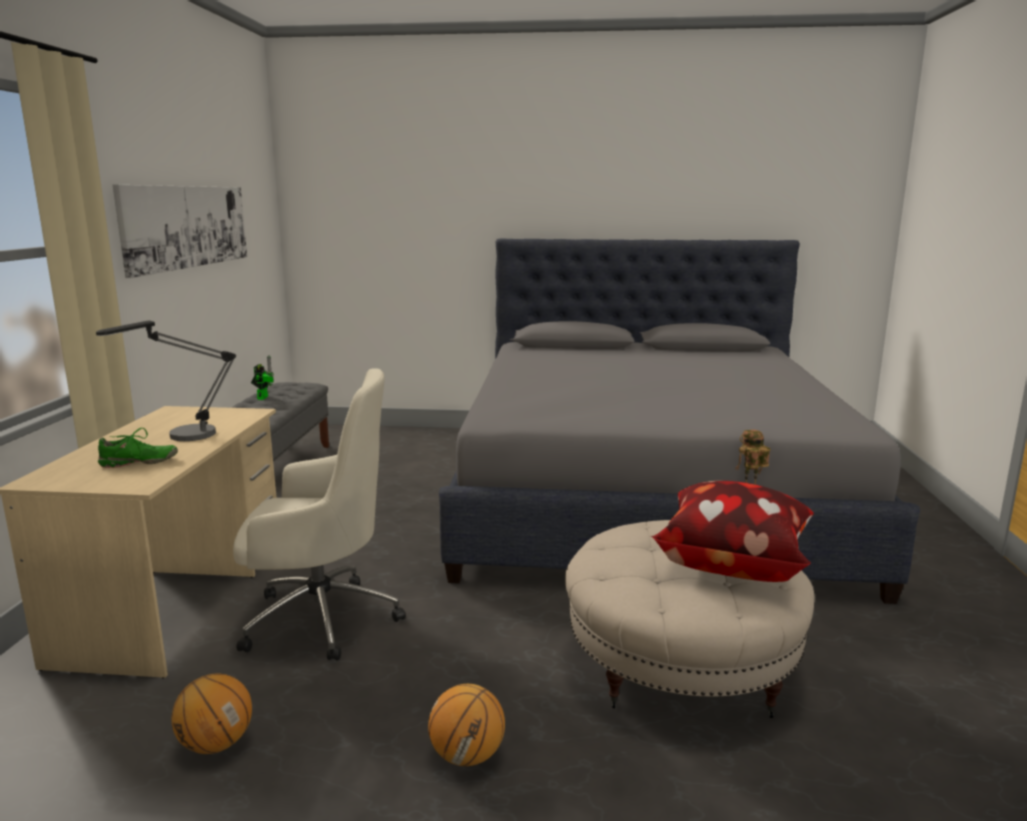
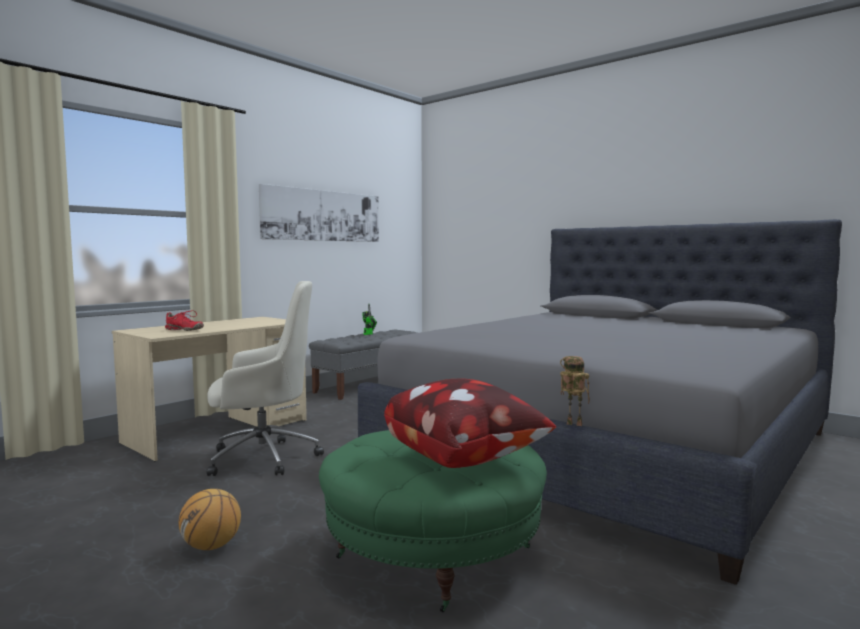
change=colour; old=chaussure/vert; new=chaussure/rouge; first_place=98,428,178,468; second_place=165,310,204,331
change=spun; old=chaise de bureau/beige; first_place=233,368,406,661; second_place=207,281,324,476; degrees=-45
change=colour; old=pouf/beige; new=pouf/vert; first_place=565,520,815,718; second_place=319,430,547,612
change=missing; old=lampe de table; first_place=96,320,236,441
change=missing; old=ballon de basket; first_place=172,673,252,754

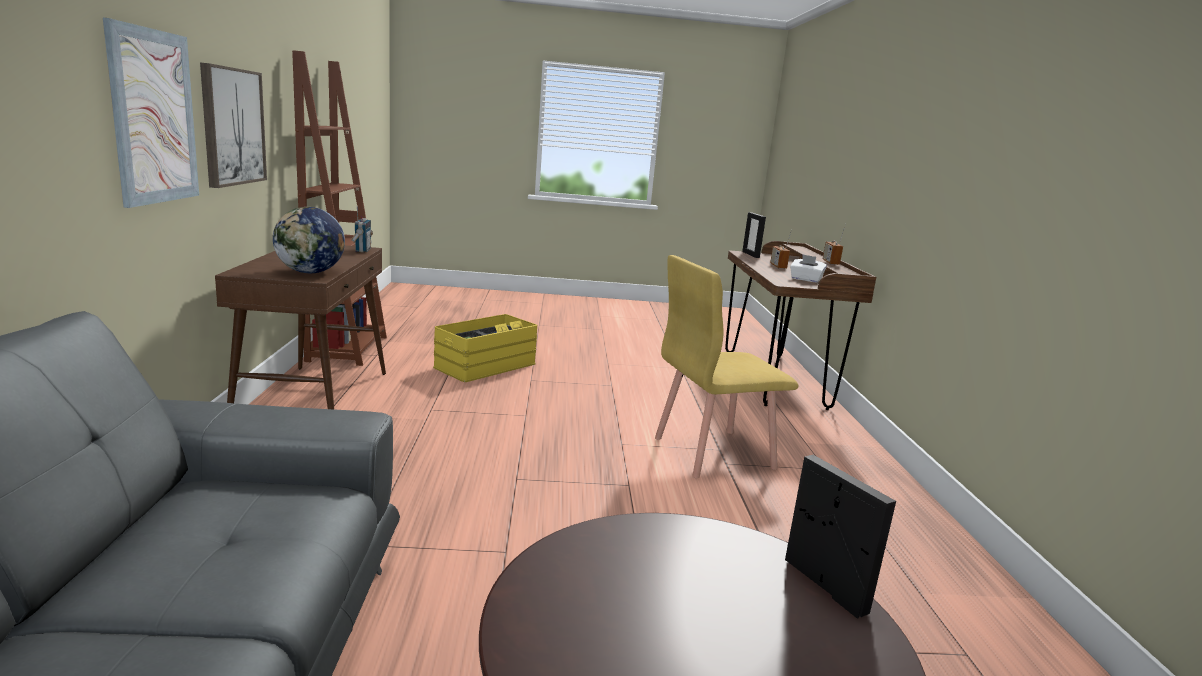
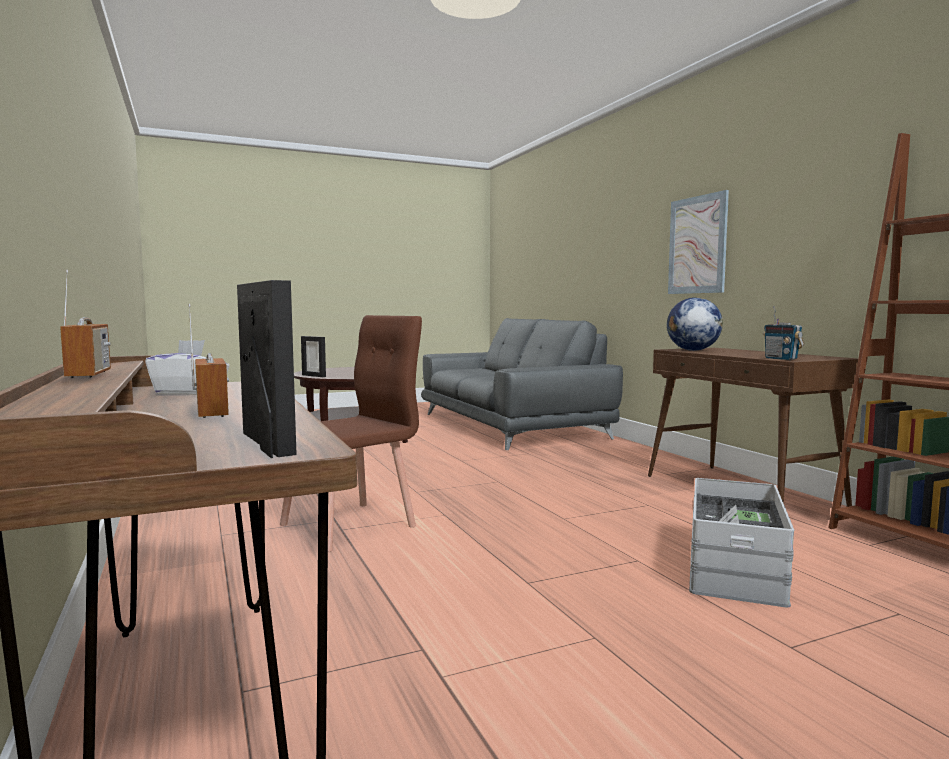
change=colour; old=chaise/jaune; new=chaise/marron; first_place=655,255,799,478; second_place=280,315,422,552
change=colour; old=boîte de rangement/jaune; new=boîte de rangement/gris; first_place=433,314,537,382; second_place=689,478,794,607
change=missing; old=tableau; first_place=200,62,267,188

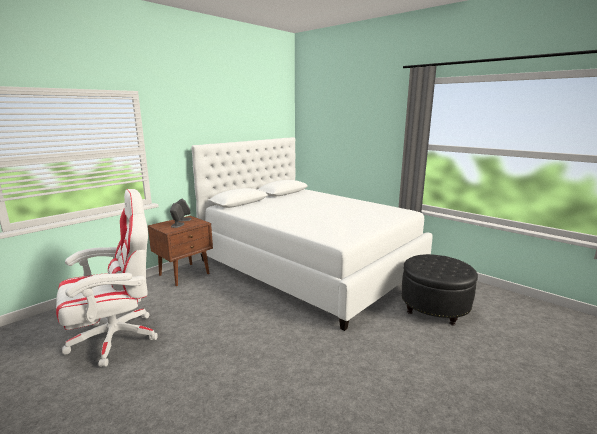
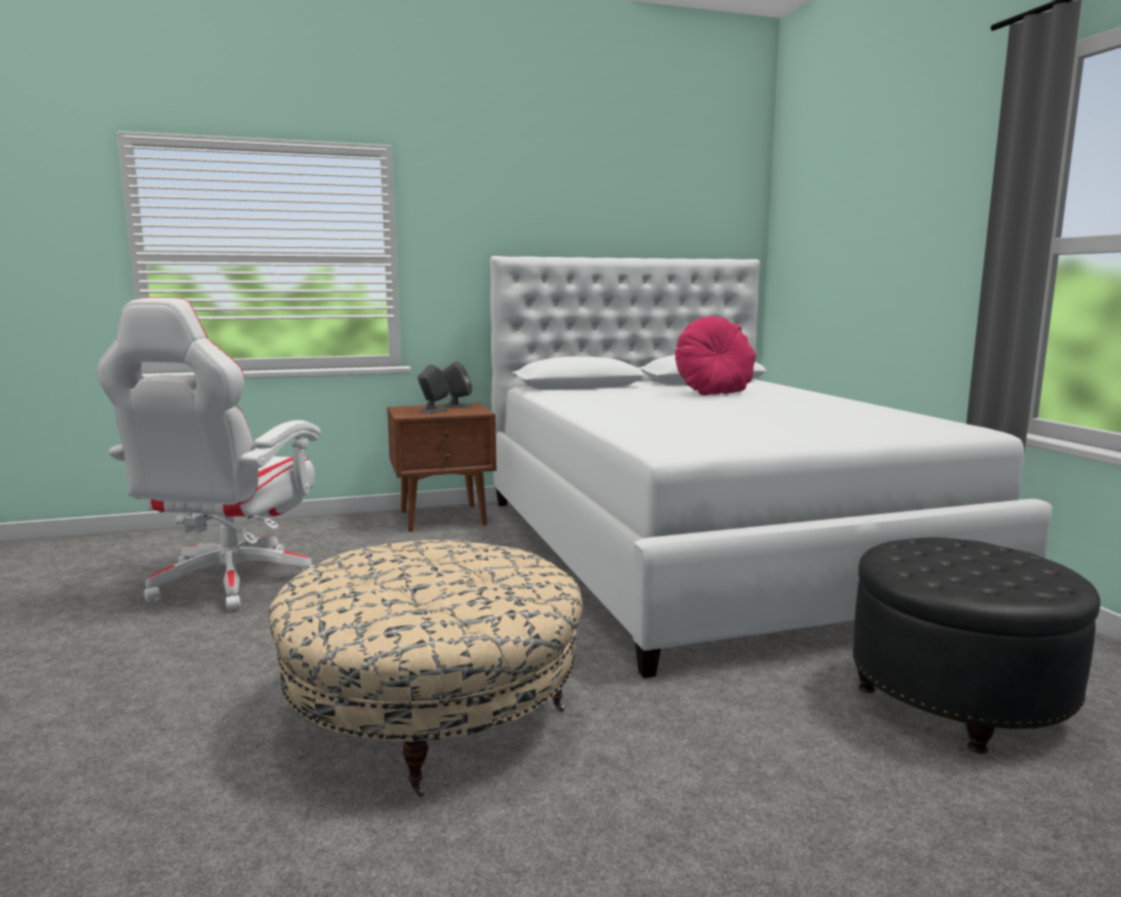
change=spun; old=chaise de bureau/blanc; first_place=56,189,158,367; second_place=97,297,321,611; degrees=105
change=appeared; new=pouf/beige; second_place=268,540,583,797
change=appeared; new=coussin/rose; second_place=675,316,756,395

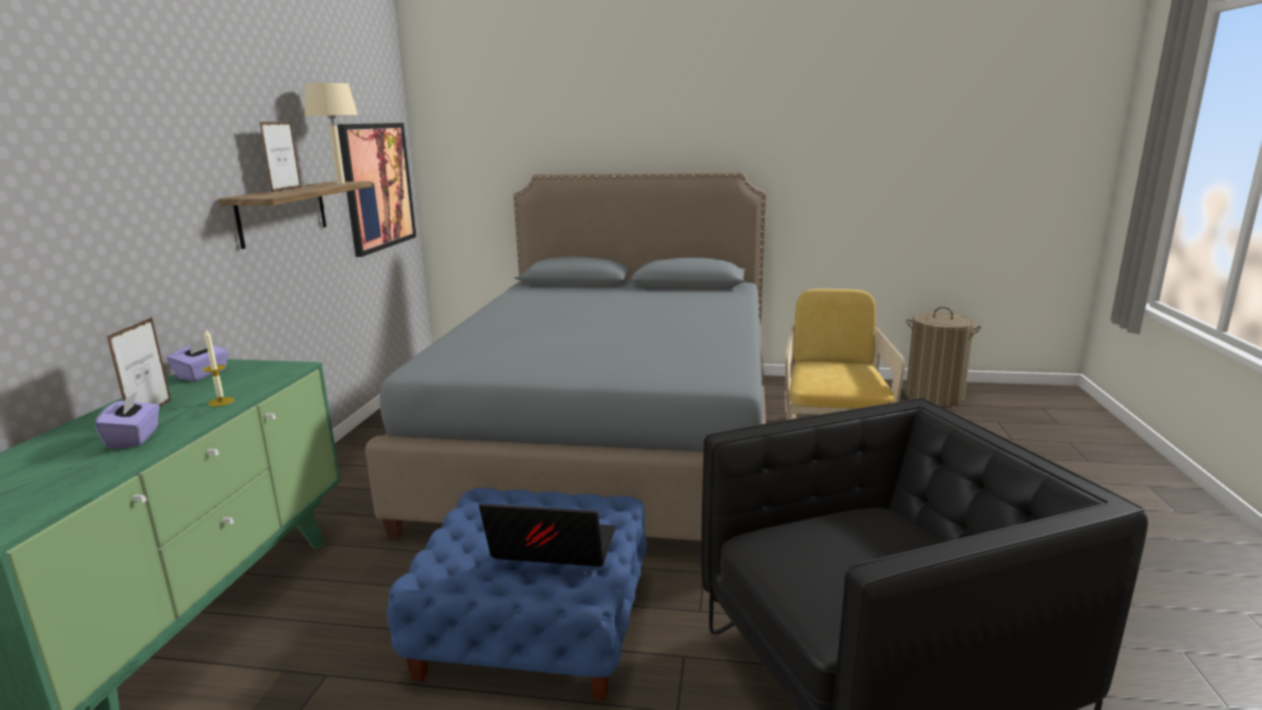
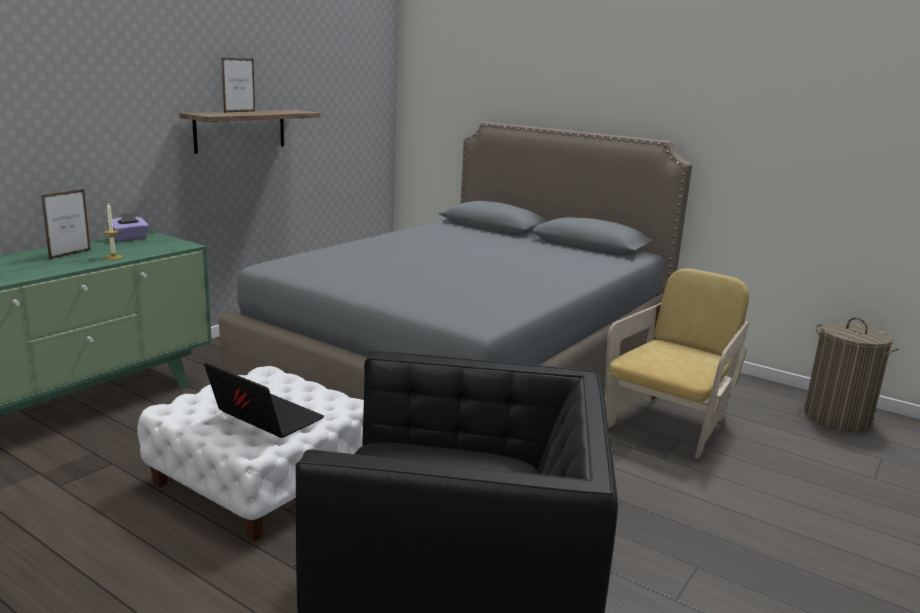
change=colour; old=pouf/bleu; new=pouf/blanc; first_place=387,488,647,701; second_place=137,366,364,542
change=missing; old=boîte à mouchoirs/violet; first_place=95,391,160,449
change=missing; old=lampe de table/beige; first_place=304,83,358,184
change=missing; old=tableau; first_place=337,123,416,257

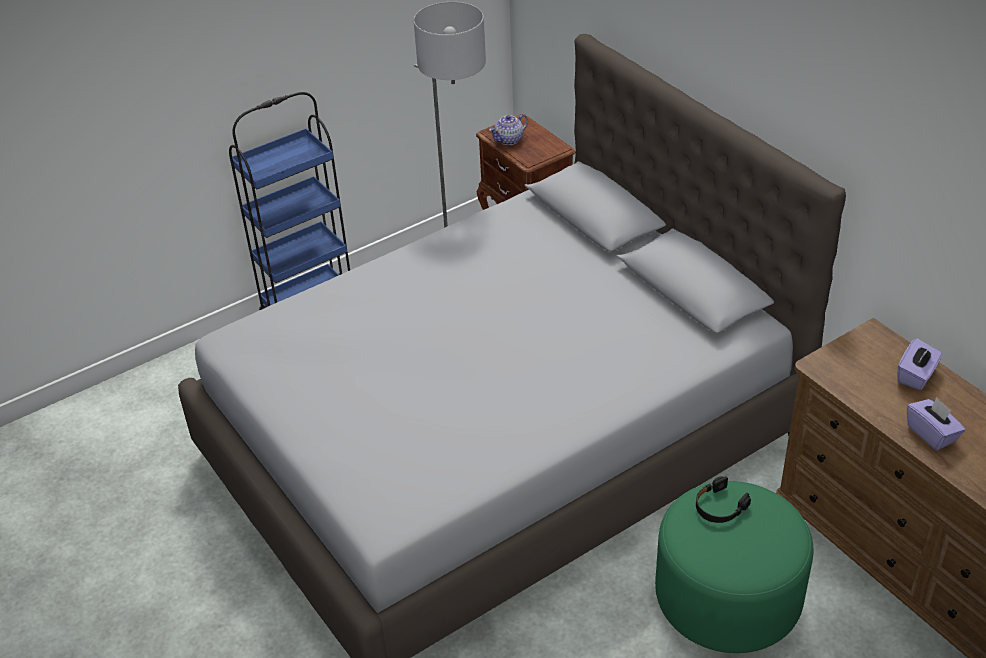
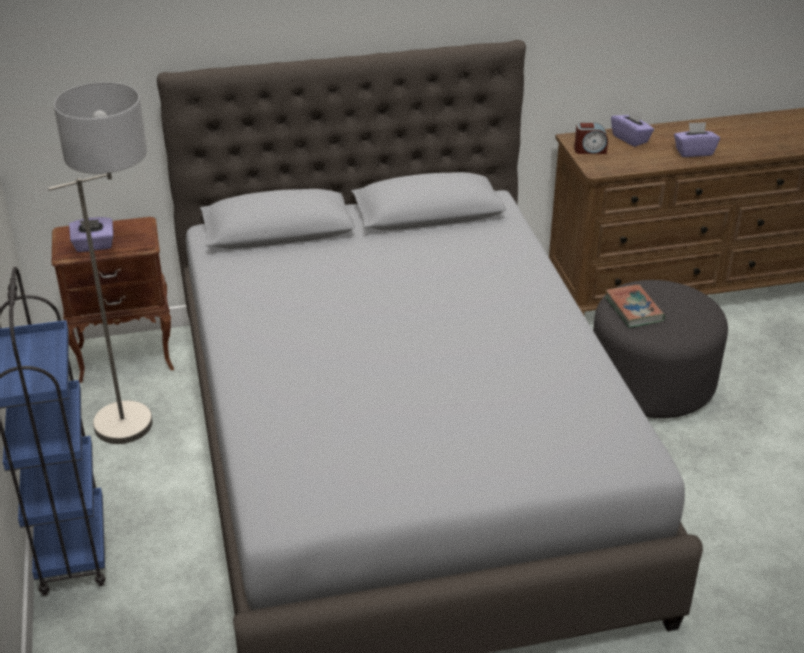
change=exchanged; old=théière; new=boîte à mouchoirs/violet; first_place=489,114,528,145; second_place=69,217,113,252
change=appeared; new=réveil; second_place=574,122,608,154
change=colour; old=pouf/vert; new=pouf/gris; first_place=655,481,813,653; second_place=593,280,728,418
change=exchanged; old=casque audio/noir; new=livre; first_place=696,476,751,523; second_place=605,285,665,328

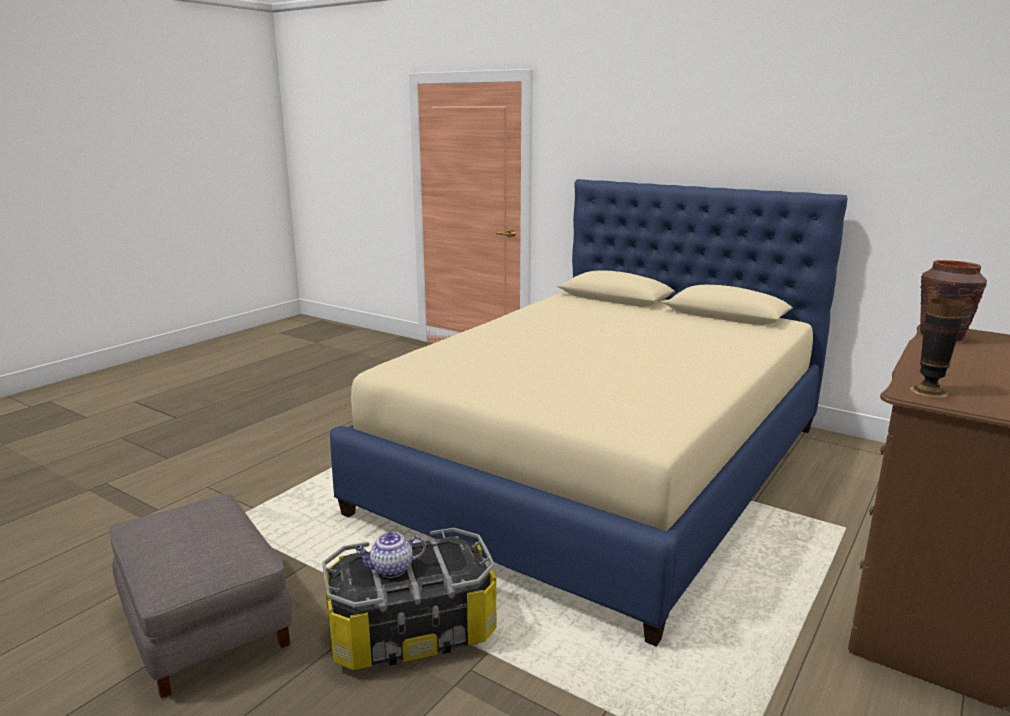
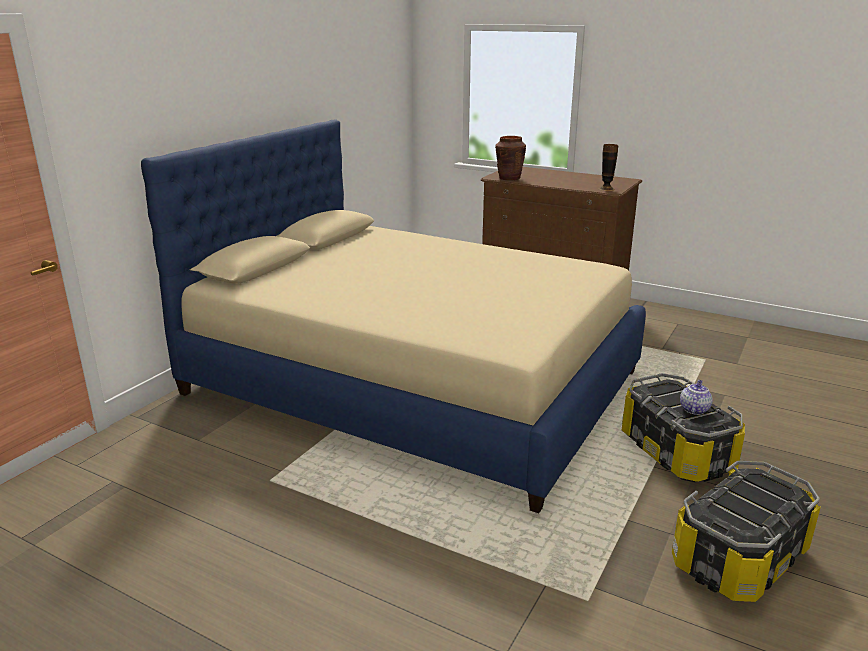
change=exchanged; old=pouf/gris; new=boîte de rangement; first_place=109,493,292,698; second_place=672,461,821,602
change=spun; old=théière; first_place=355,532,426,578; second_place=680,380,713,415; degrees=-135

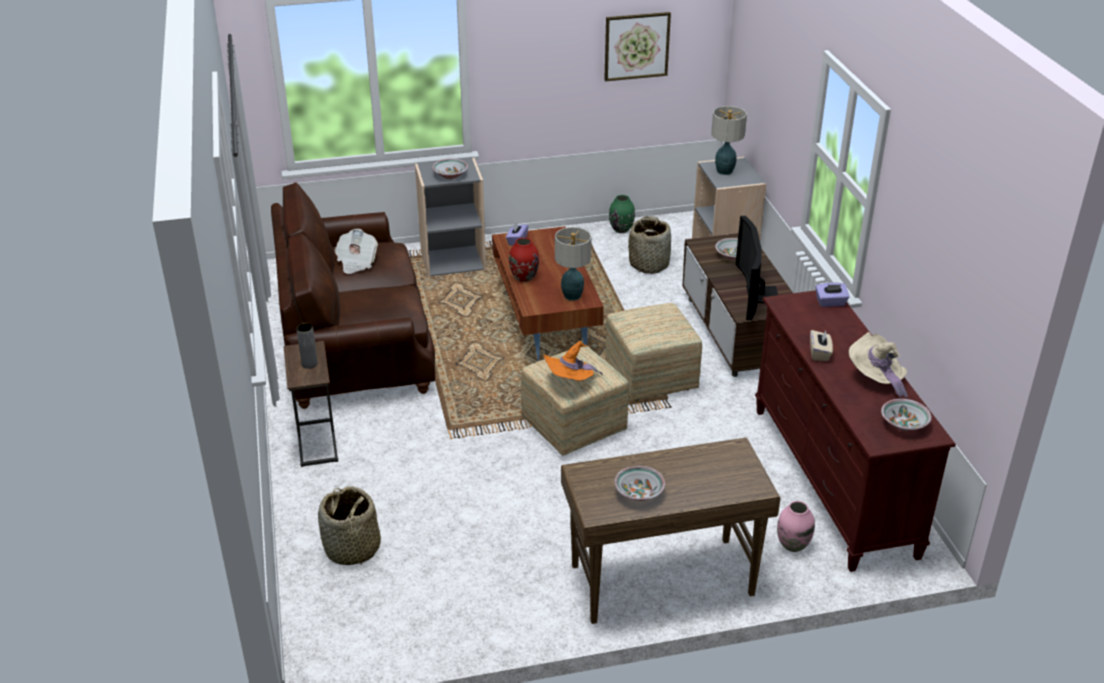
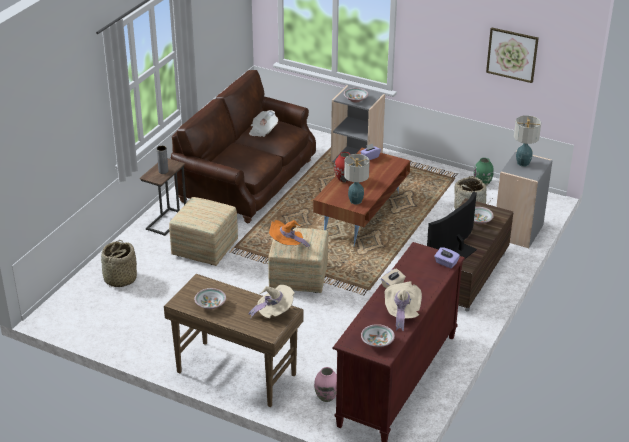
change=relocated; old=pouf; first_place=605,303,702,401; second_place=169,197,238,266
change=appeared; new=chapeau/beige; second_place=249,285,295,319

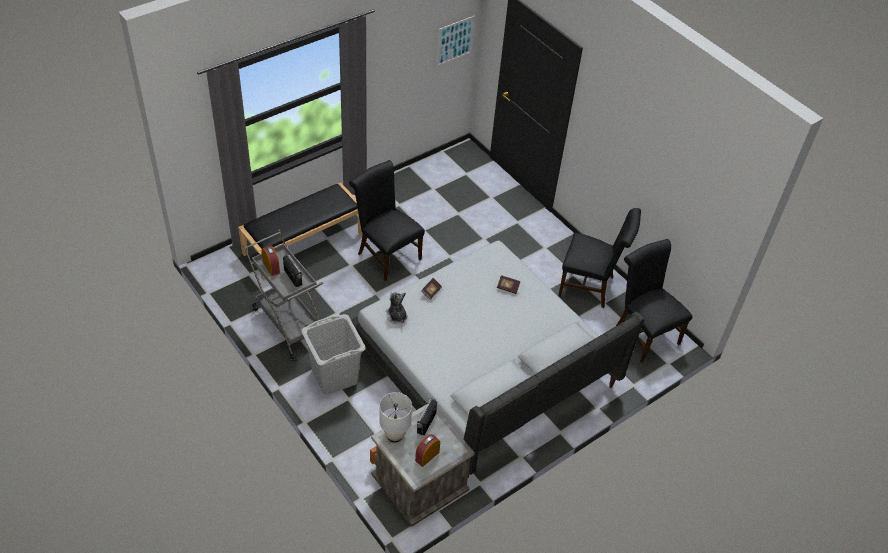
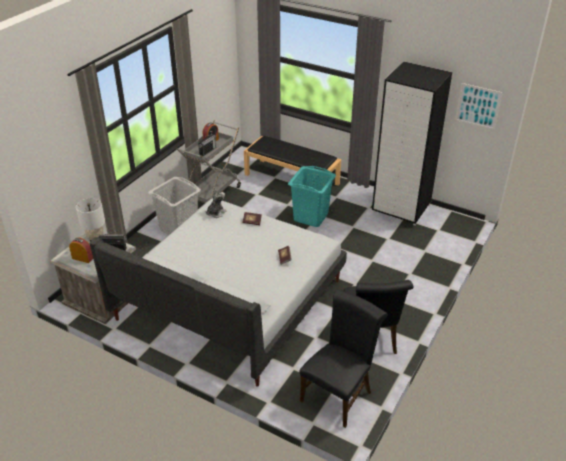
change=exchanged; old=chaise/noir; new=panier à linge/turquoise; first_place=349,160,425,281; second_place=288,166,336,227
change=appeared; new=armoire; second_place=372,61,452,226

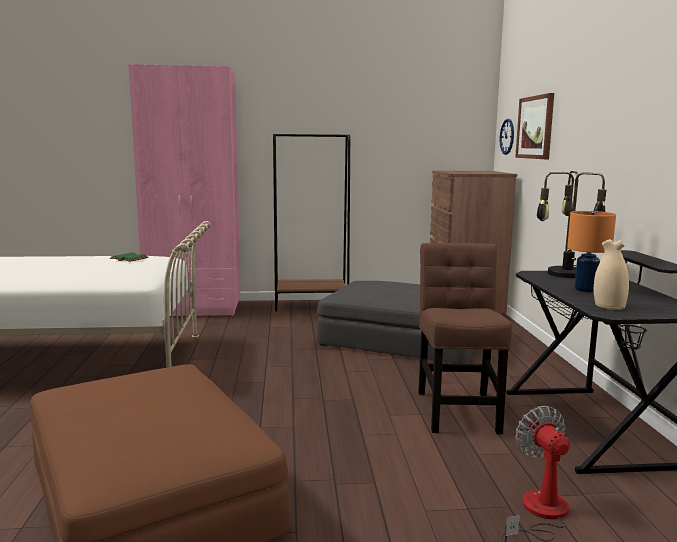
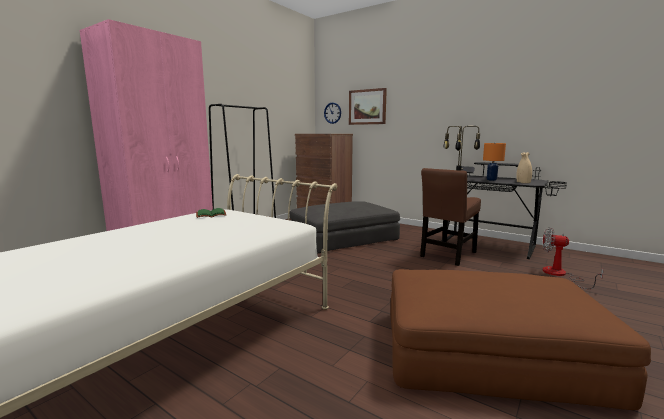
change=spun; old=chaise/marron; first_place=418,243,512,434; second_place=420,168,481,266; degrees=-90

